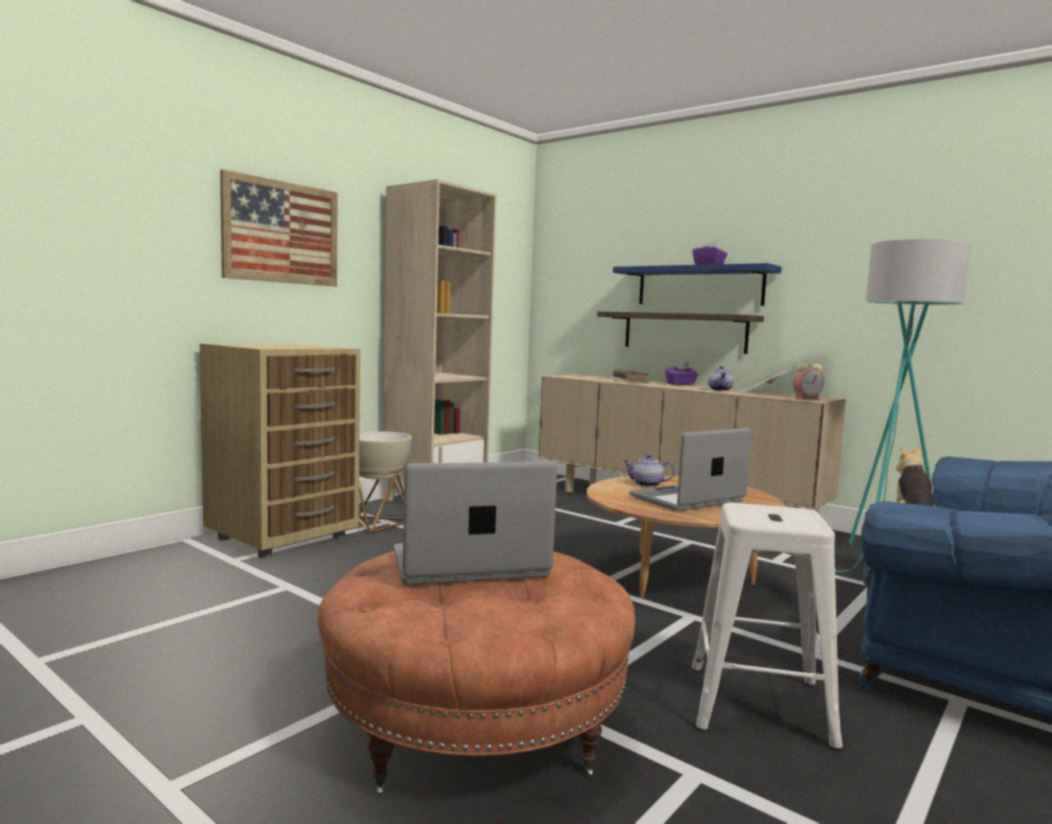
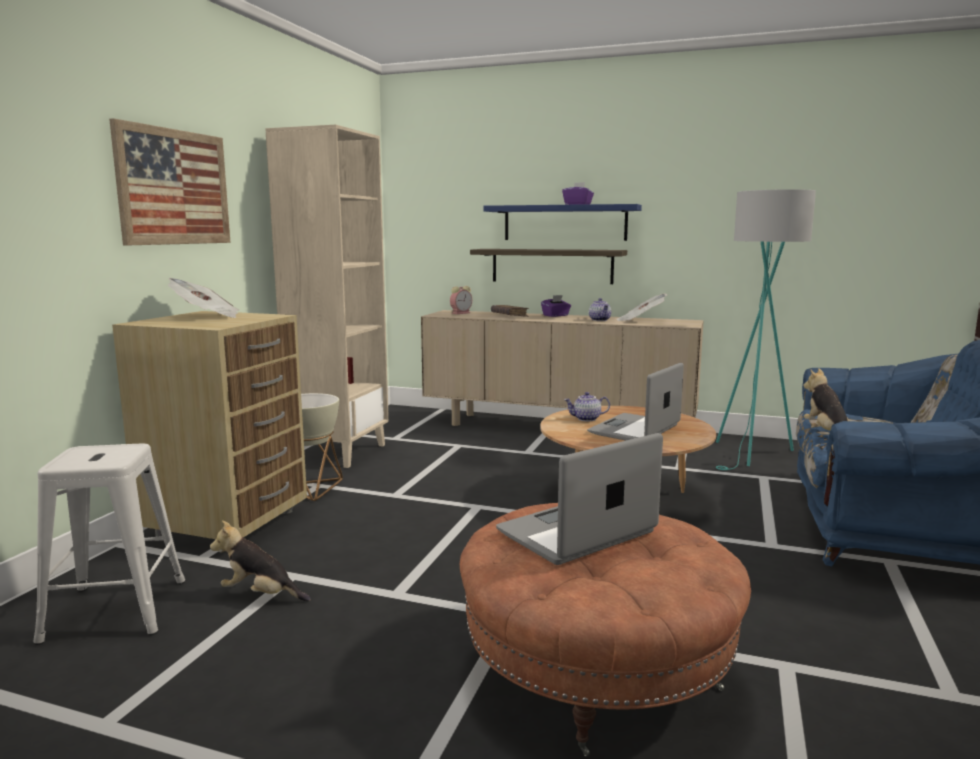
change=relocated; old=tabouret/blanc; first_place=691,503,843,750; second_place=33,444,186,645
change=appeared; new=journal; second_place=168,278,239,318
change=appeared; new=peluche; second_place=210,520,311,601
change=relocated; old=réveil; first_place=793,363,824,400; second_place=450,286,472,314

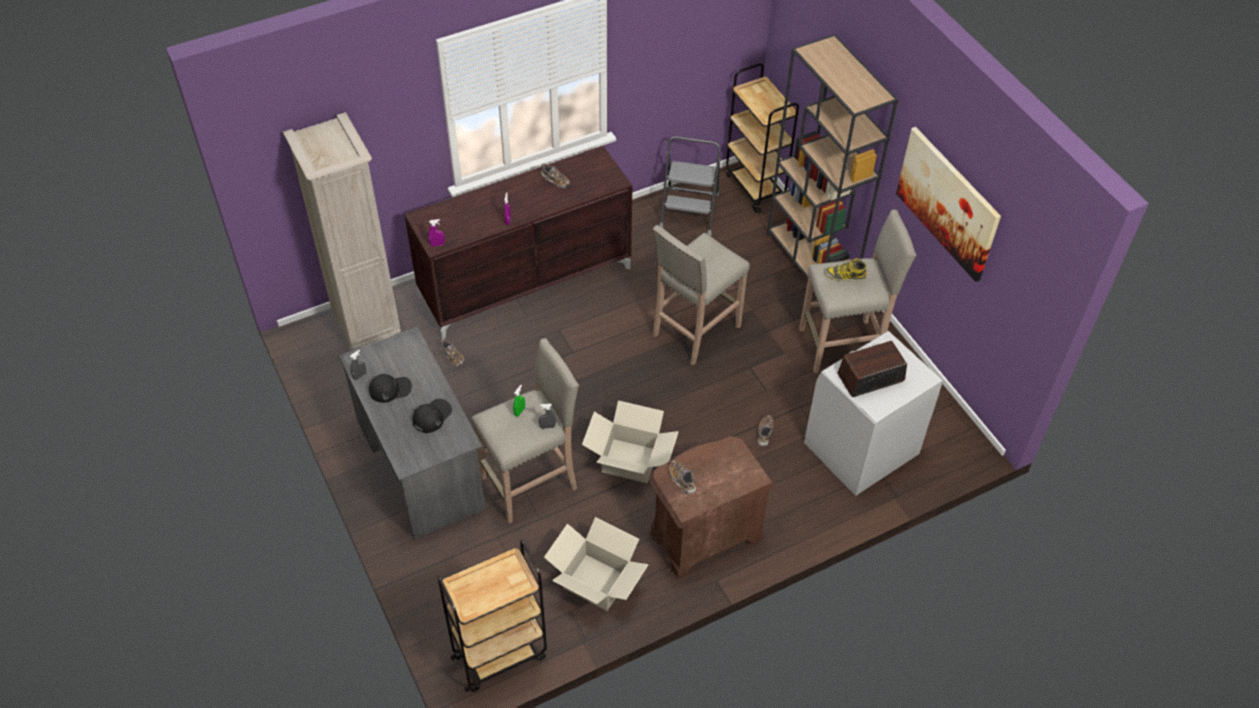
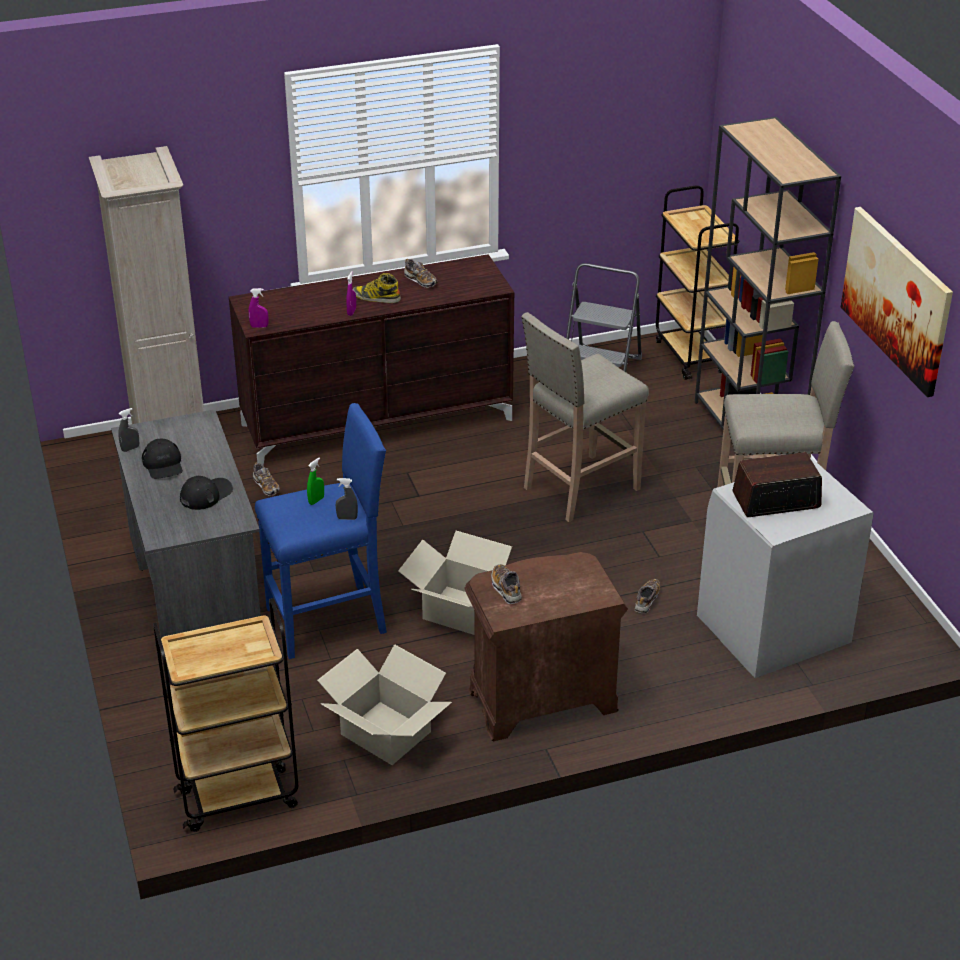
change=spun; old=casquette/noir; first_place=369,374,412,403; second_place=142,439,183,479; degrees=75
change=colour; old=tabouret/beige; new=tabouret/bleu; first_place=471,338,579,523; second_place=255,403,387,659
change=relocated; old=botte; first_place=824,258,867,282; second_place=353,273,401,303

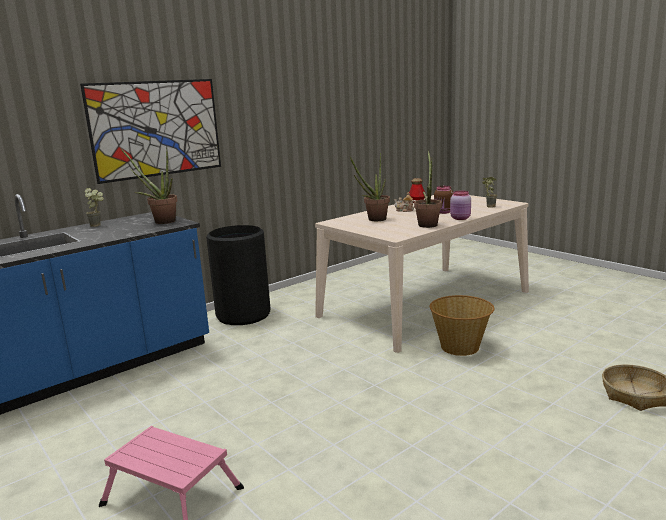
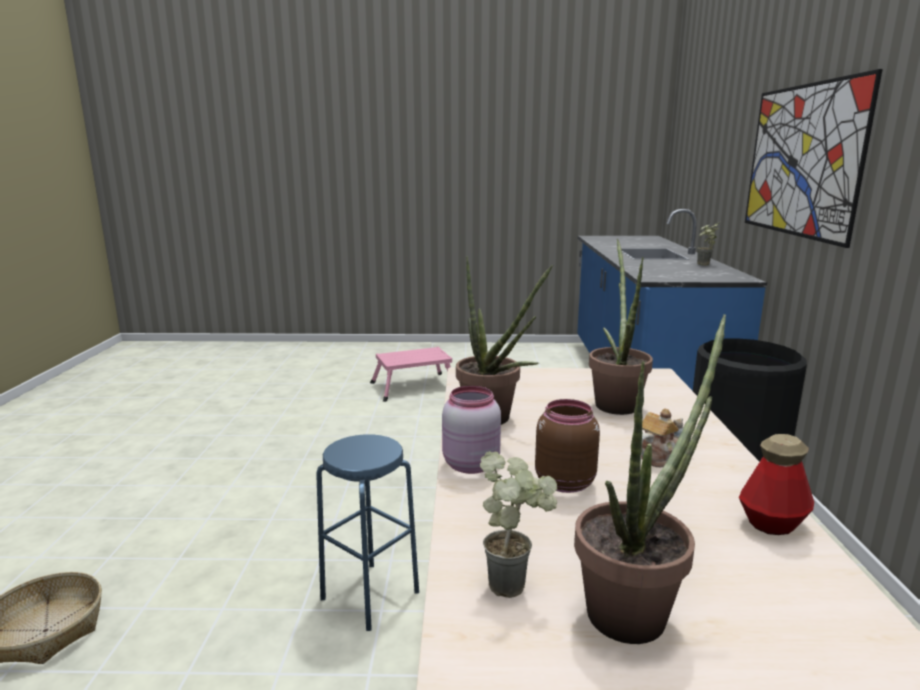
change=exchanged; old=panier; new=tabouret/bleu; first_place=430,295,495,356; second_place=316,434,419,631
change=relocated; old=plante en pot; first_place=121,148,177,224; second_place=574,314,726,644

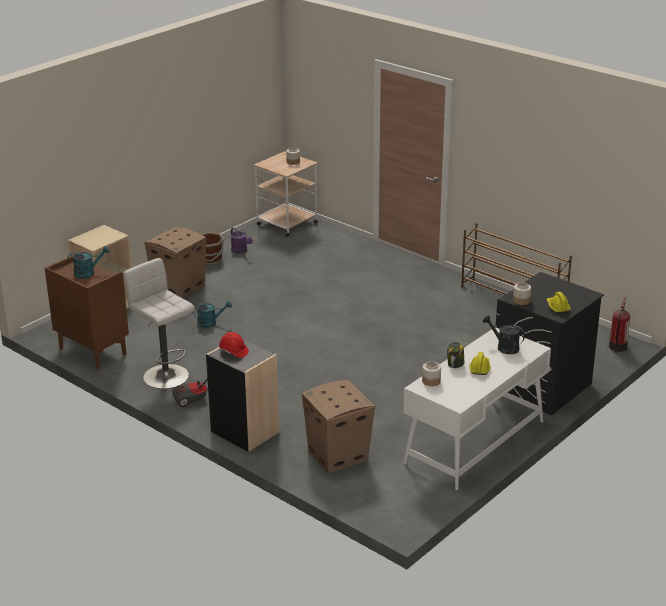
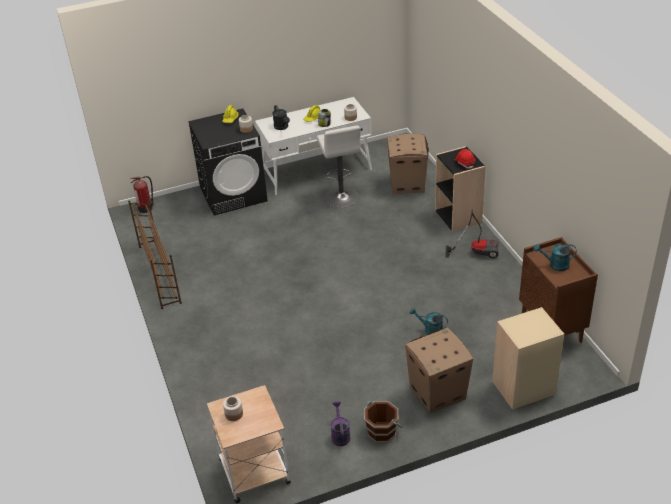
change=relocated; old=tabouret/blanc; first_place=124,258,195,389; second_place=316,125,361,207

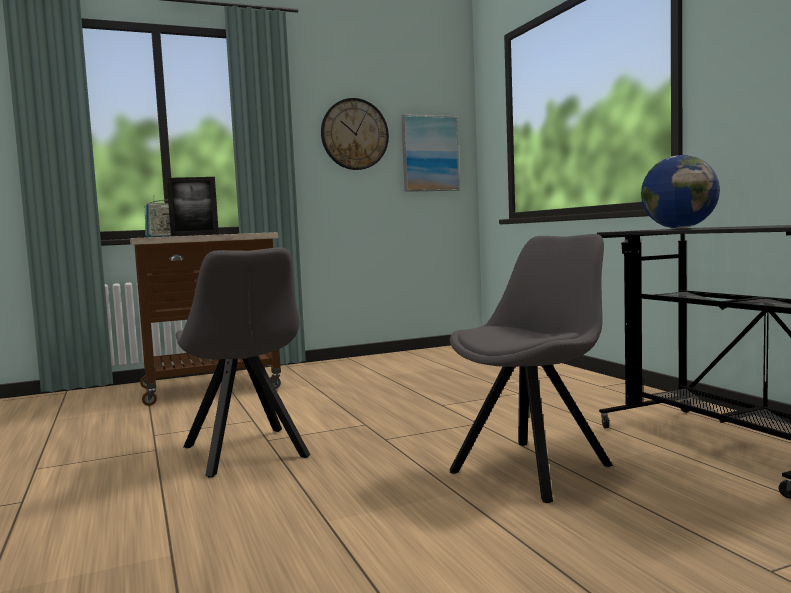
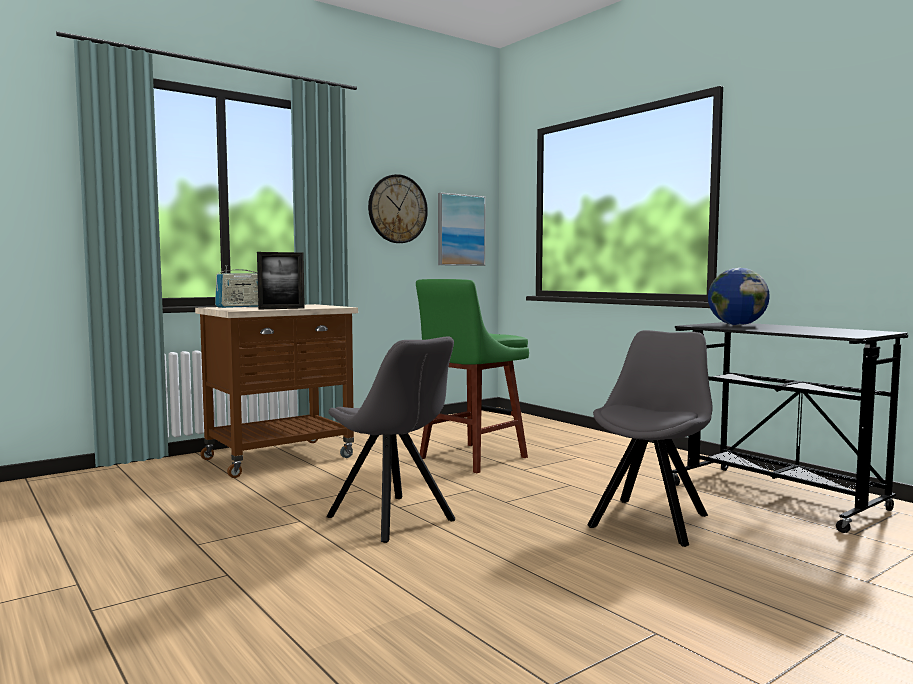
change=appeared; new=tabouret/vert; second_place=416,279,529,473

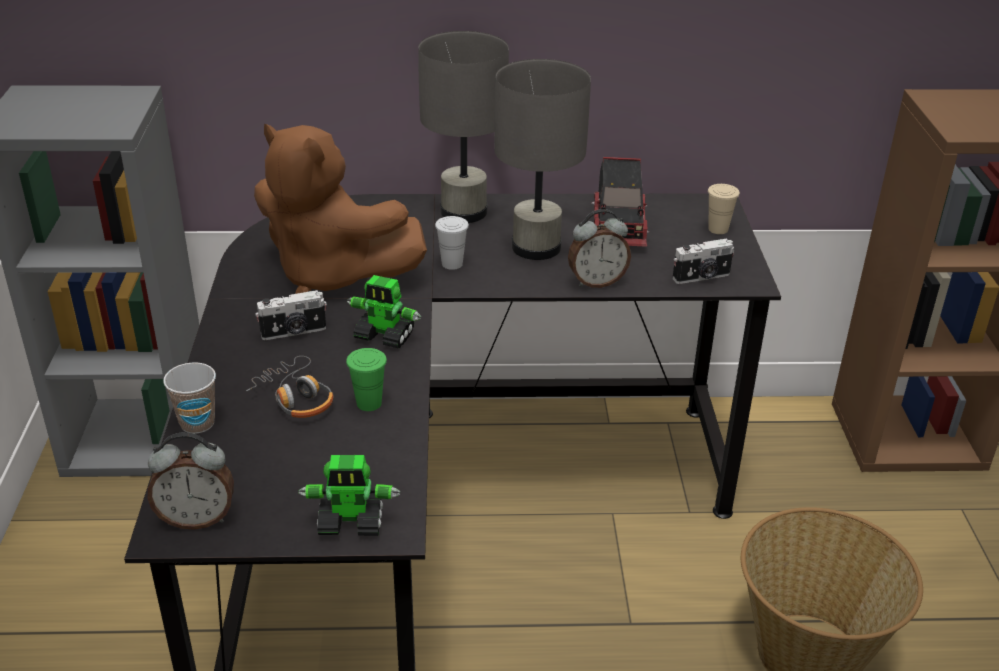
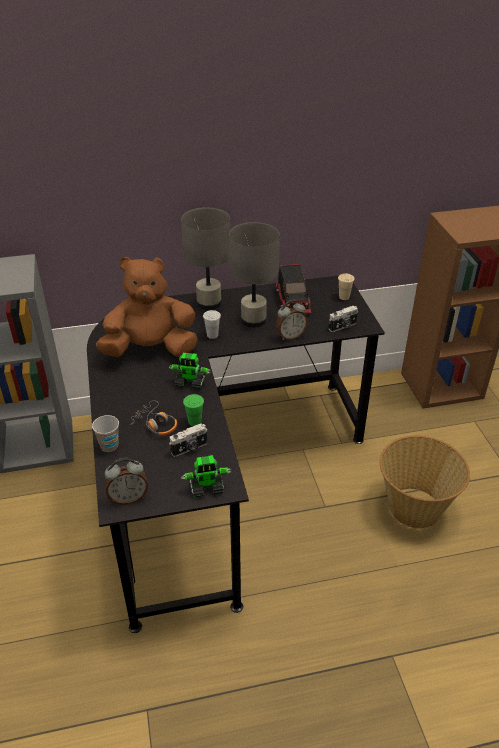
change=spun; old=peluche/marron; first_place=254,123,427,294; second_place=96,257,198,357; degrees=150
change=relocated; old=appareil photo; first_place=255,290,327,340; second_place=169,423,208,457

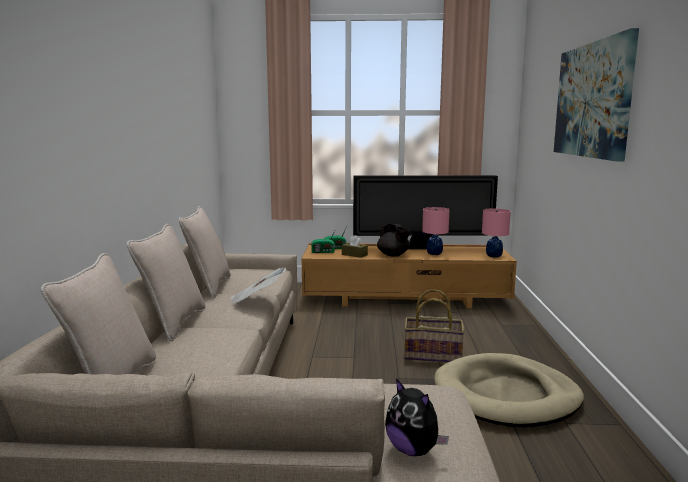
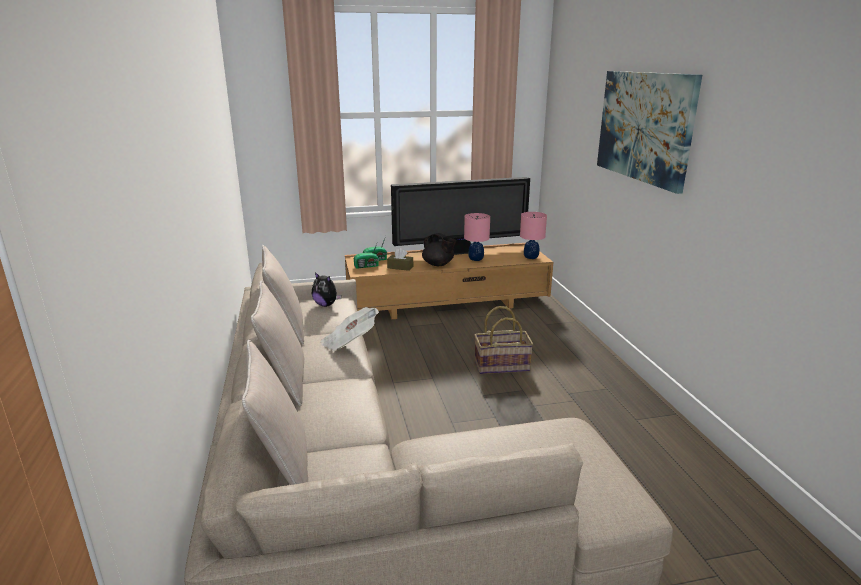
change=relocated; old=peluche; first_place=385,378,449,456; second_place=312,272,341,307
change=missing; old=panier pour chien/beige; first_place=434,353,584,427

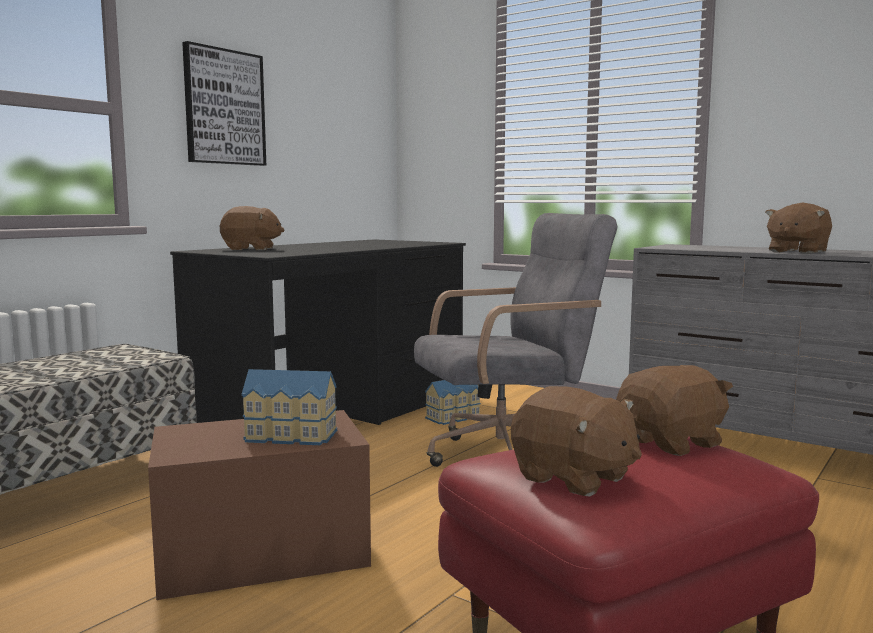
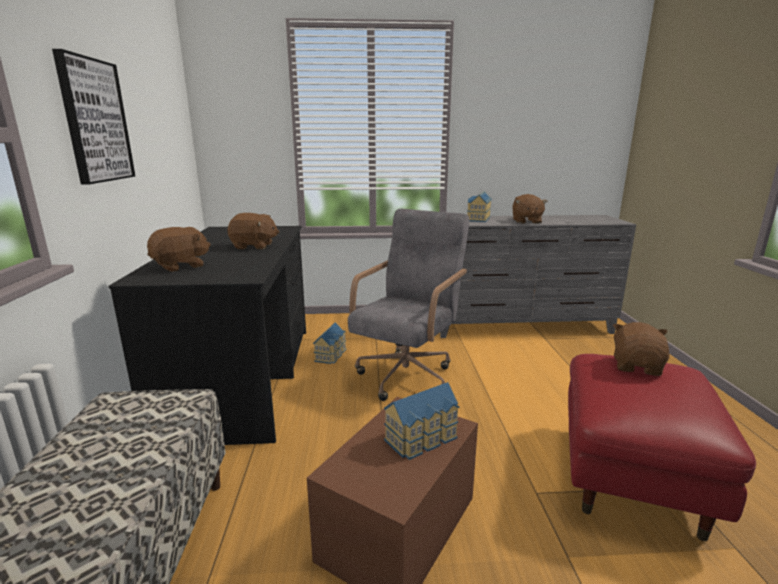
change=relocated; old=peluche/marron; first_place=511,386,642,496; second_place=227,213,279,249
change=appeared; new=maison miniature; second_place=467,191,492,222

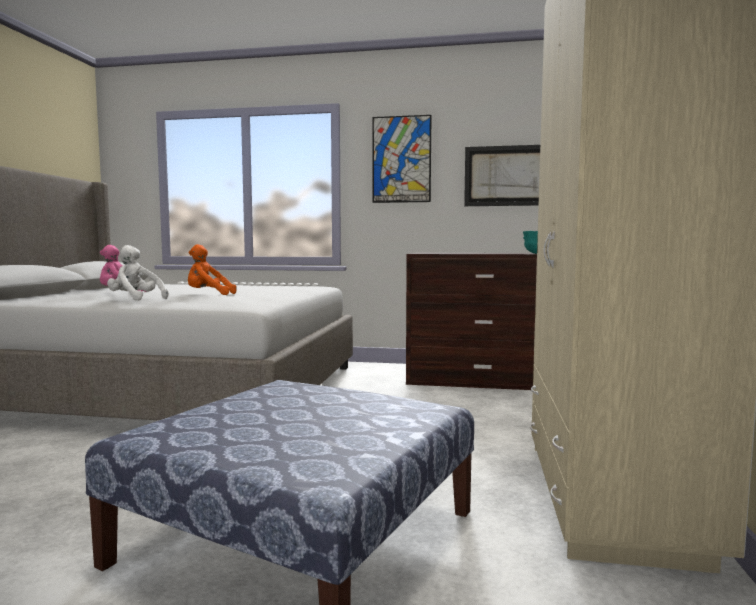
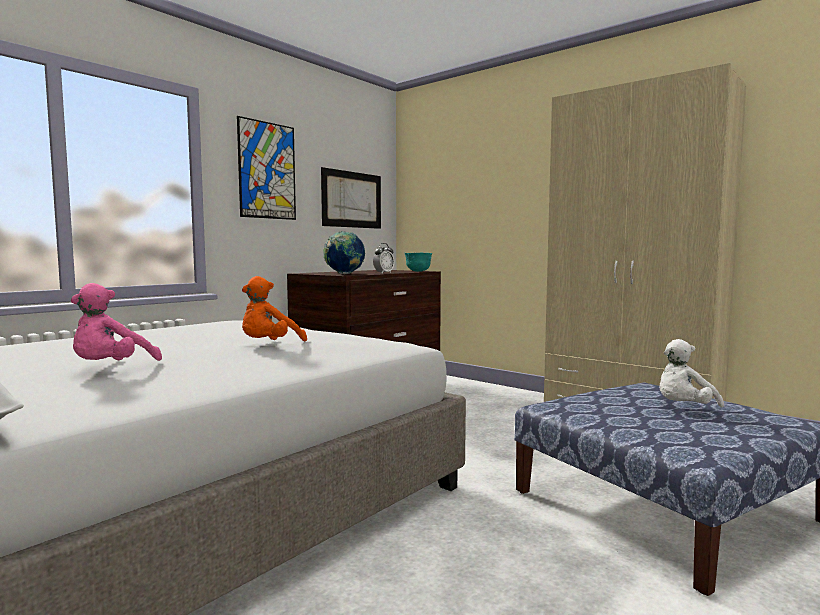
change=appeared; new=globe; second_place=323,231,365,274
change=appeared; new=réveil; second_place=373,243,395,274
change=relocated; old=peluche/blanc; first_place=107,245,168,300; second_place=659,339,724,407

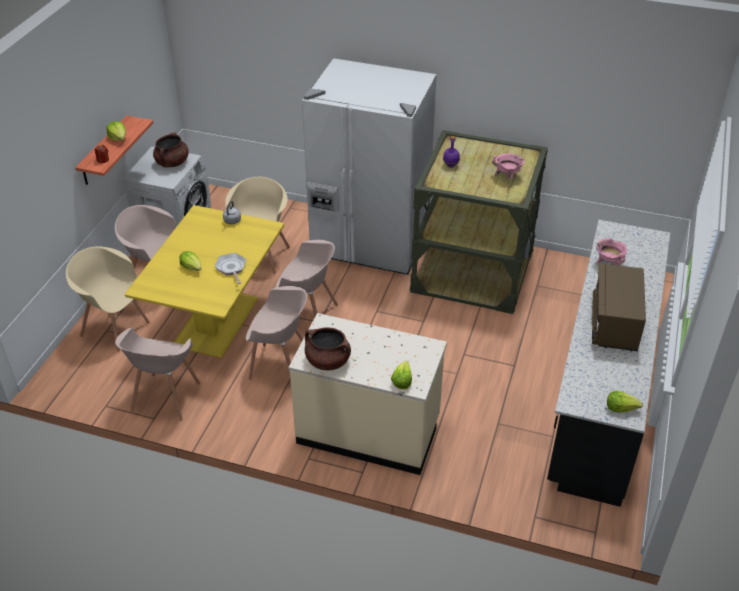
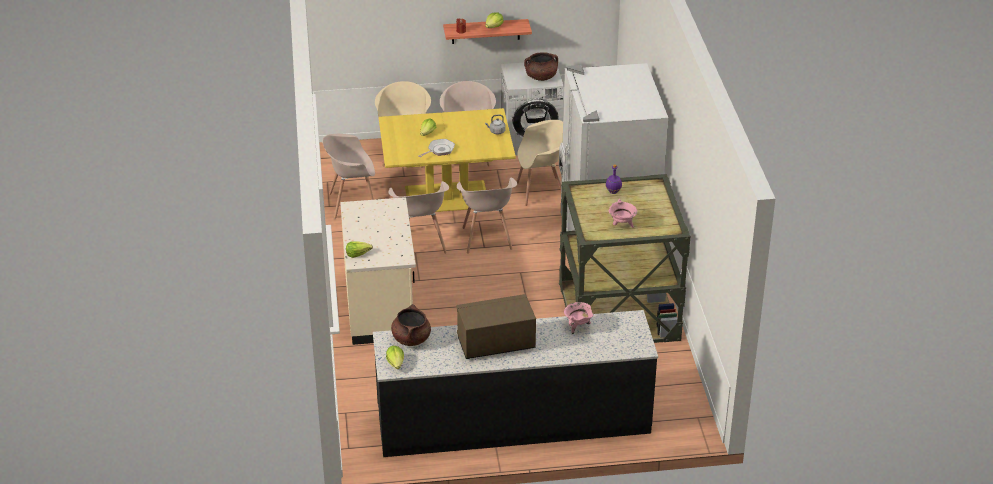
change=relocated; old=marmite/marron; first_place=305,327,351,371; second_place=391,304,431,346

